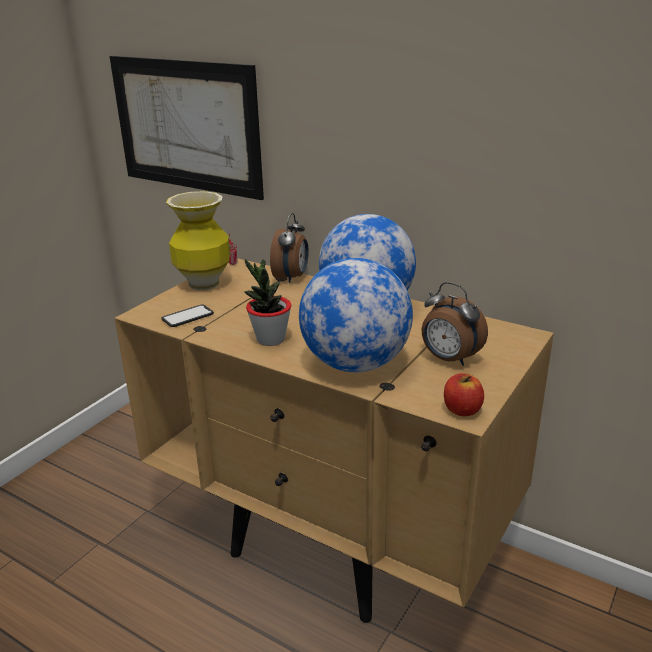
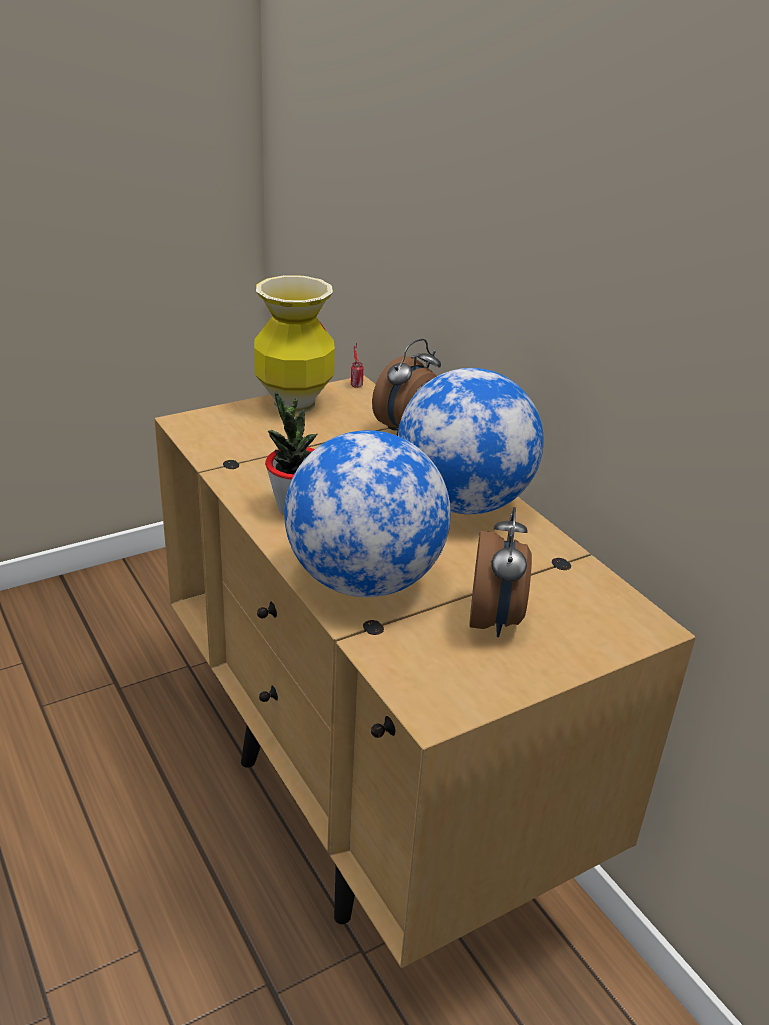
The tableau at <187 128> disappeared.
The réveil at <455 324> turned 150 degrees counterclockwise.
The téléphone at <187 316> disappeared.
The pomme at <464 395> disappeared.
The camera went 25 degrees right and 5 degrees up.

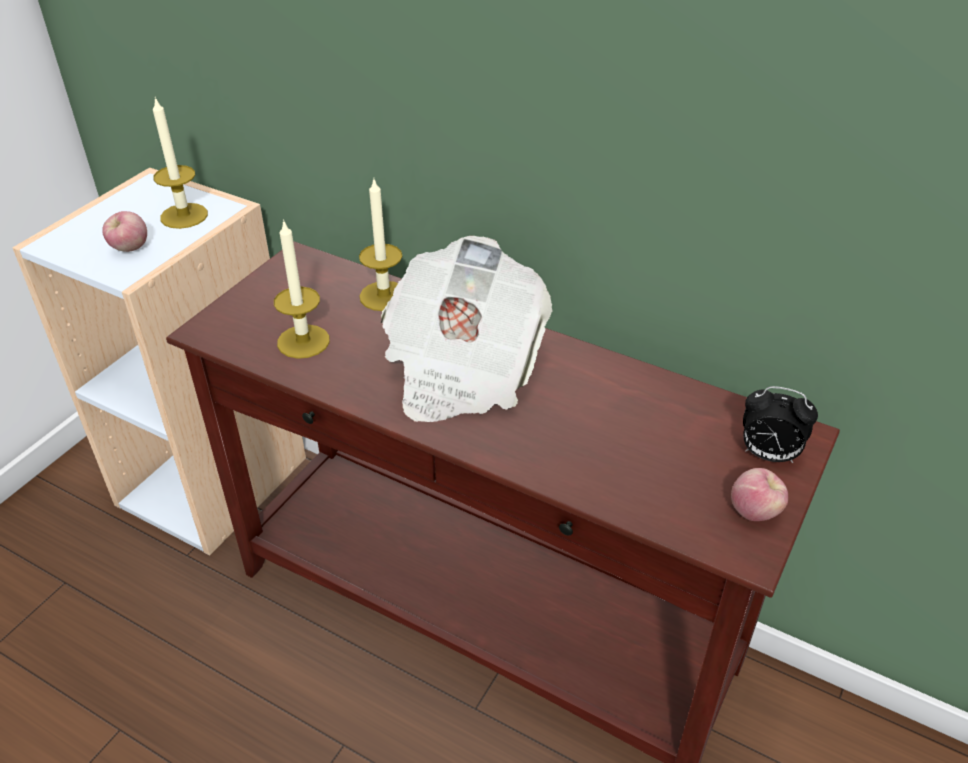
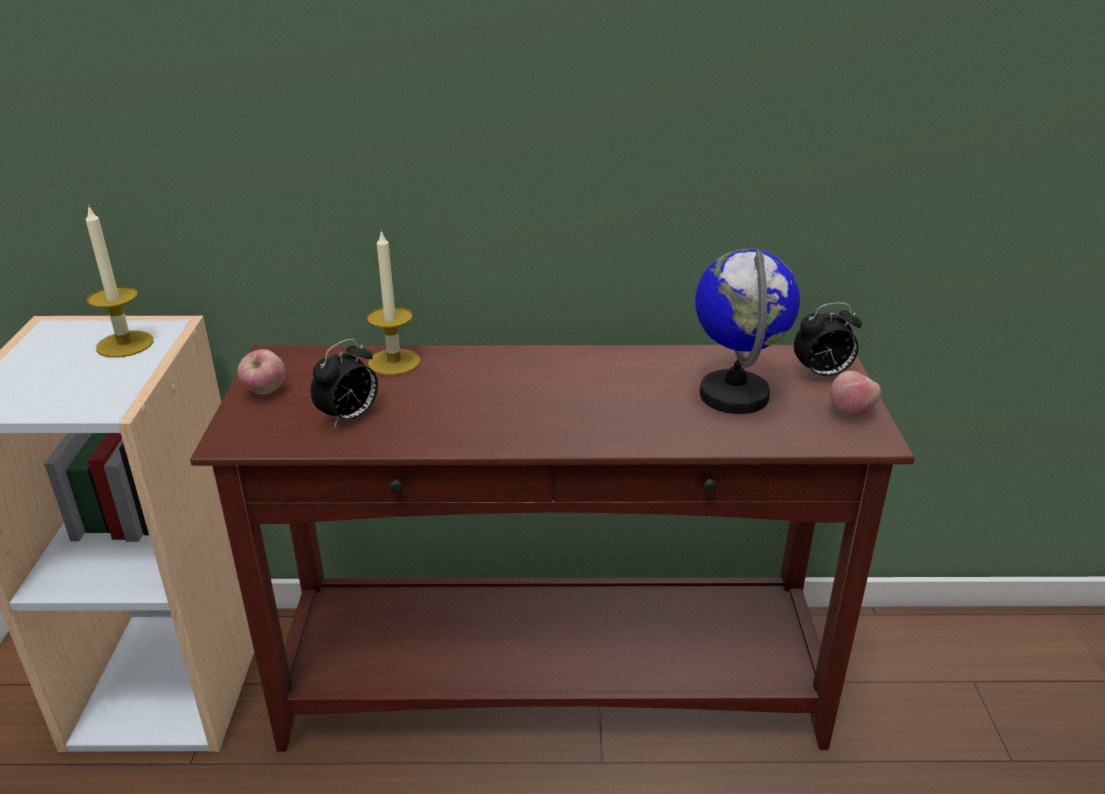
The pomme moved from <124 231> to <261 371>.
The bougie at <302 289> was replaced by the réveil at <344 383>.
The journal at <467 329> disappeared.
The globe at <747 331> appeared.
The camera went 30 degrees left and 10 degrees down.

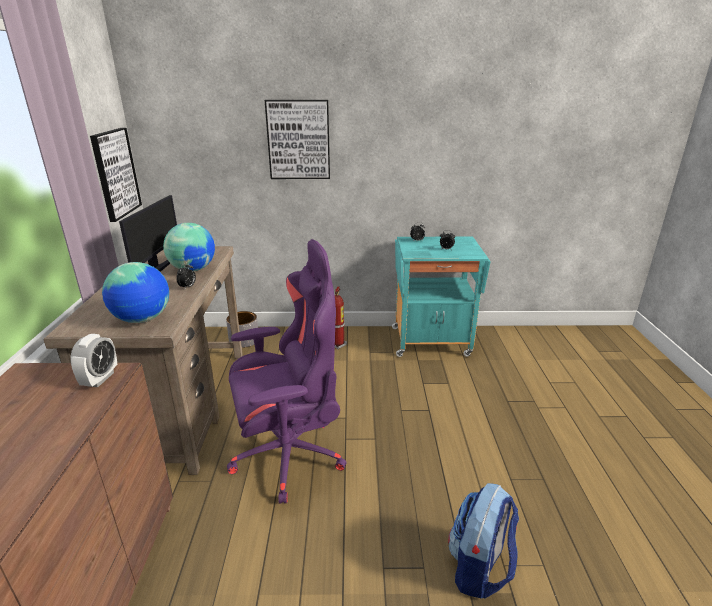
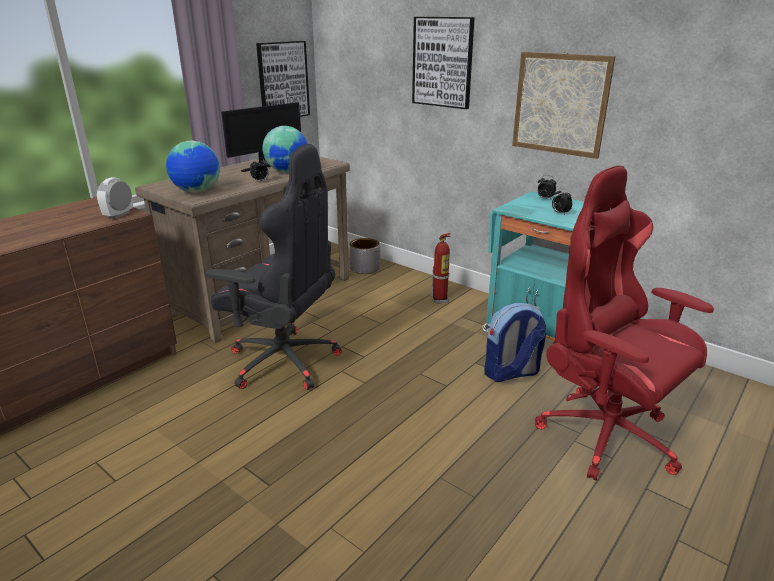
The chaise de bureau/violet at <286 371> became the chaise de bureau/noir at <274 267>.
The réveil at <93 360> turned 150 degrees clockwise.
The sac à dos moved from <483 541> to <515 342>.
The tableau at <563 105> appeared.
The chaise de bureau/rouge at <624 323> appeared.
The camera went 40 degrees right and 0 degrees up.

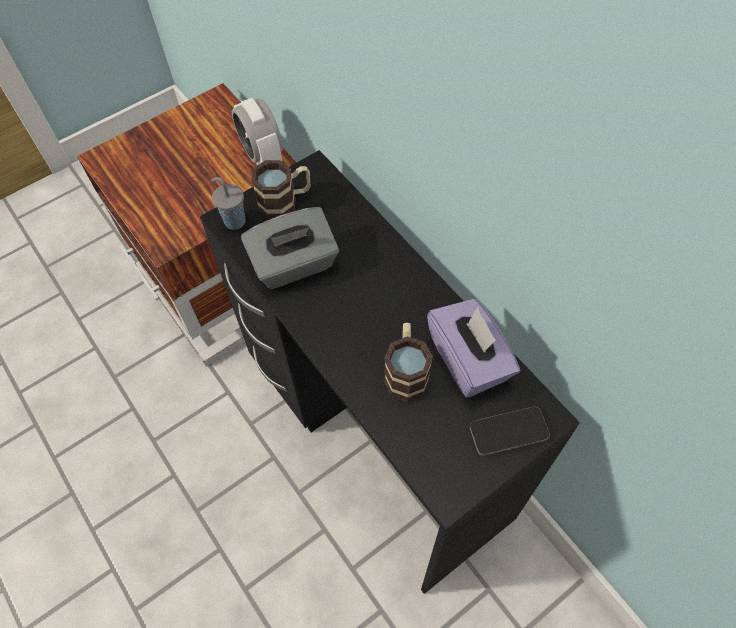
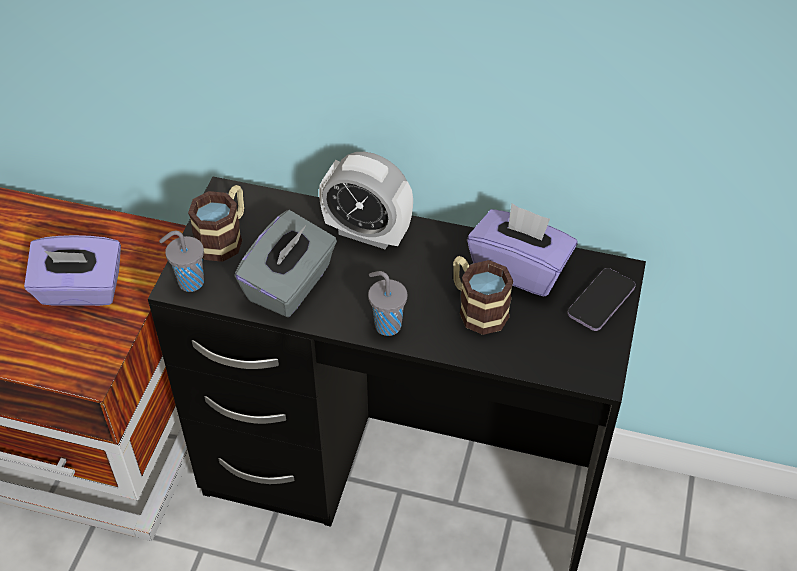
The réveil moved from <257 132> to <366 201>.
The boîte à mouchoirs/violet at <72 270> appeared.
The tasse/gris at <387 303> appeared.
The camera went 40 degrees left and 10 degrees down.

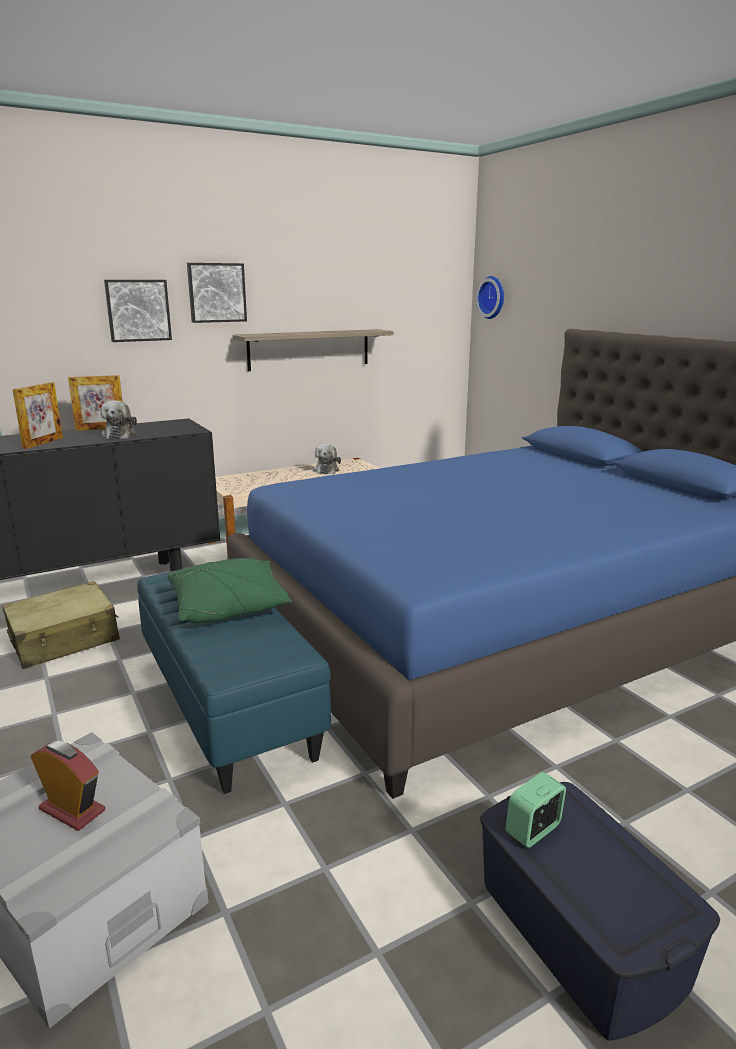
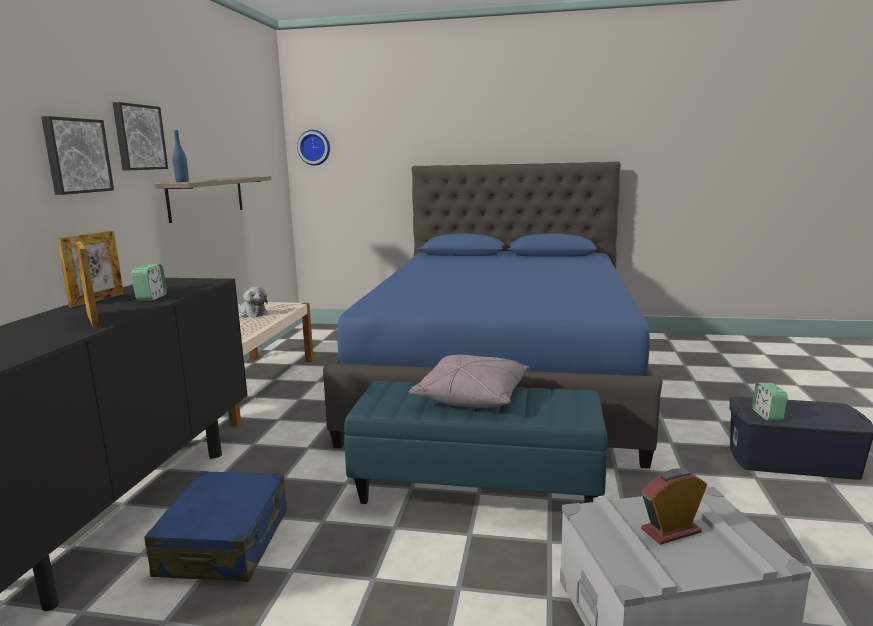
The peluche at <119 419> was replaced by the réveil at <149 282>.
The coussin/vert at <229 590> became the coussin/violet at <469 380>.
The valise/beige at <61 625> became the valise/bleu at <215 526>.
The bouteille/bleu at <181 156> appeared.
The camera went 50 degrees left and 5 degrees down.

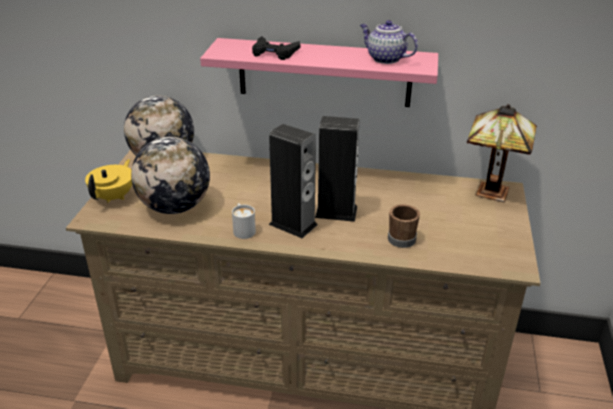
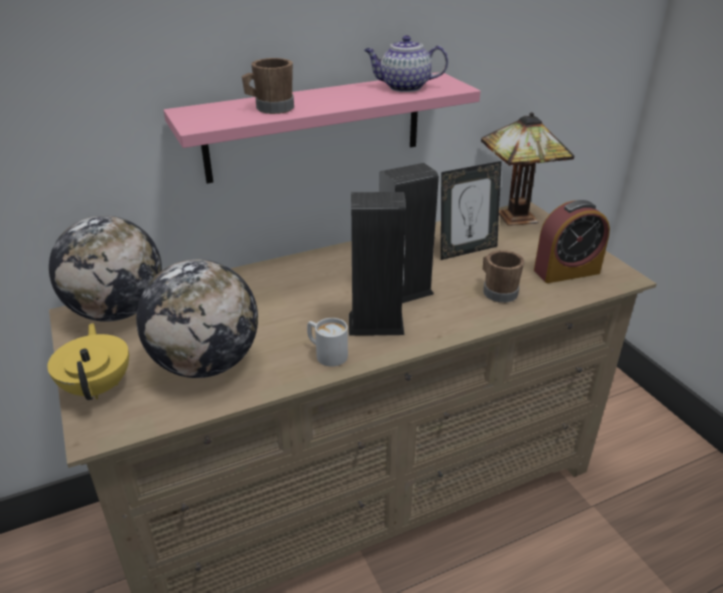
The manette/noir at <276 48> was replaced by the mug/marron at <268 86>.
The cadre photo at <471 210> appeared.
The réveil at <572 241> appeared.
The camera went 35 degrees left and 0 degrees up.

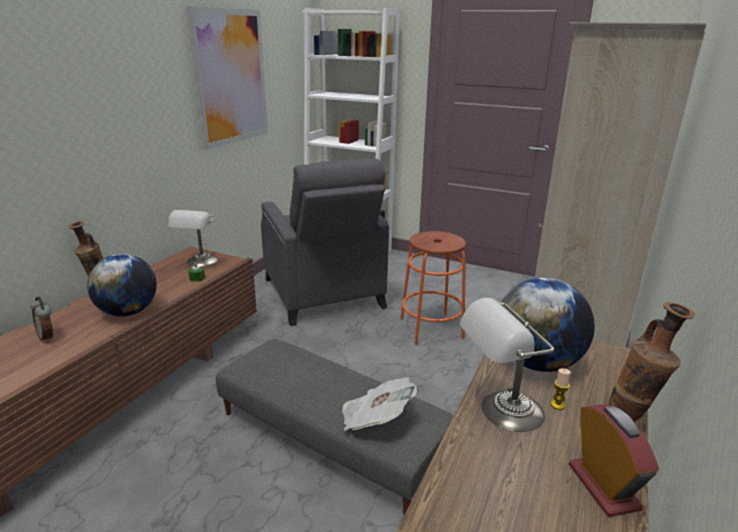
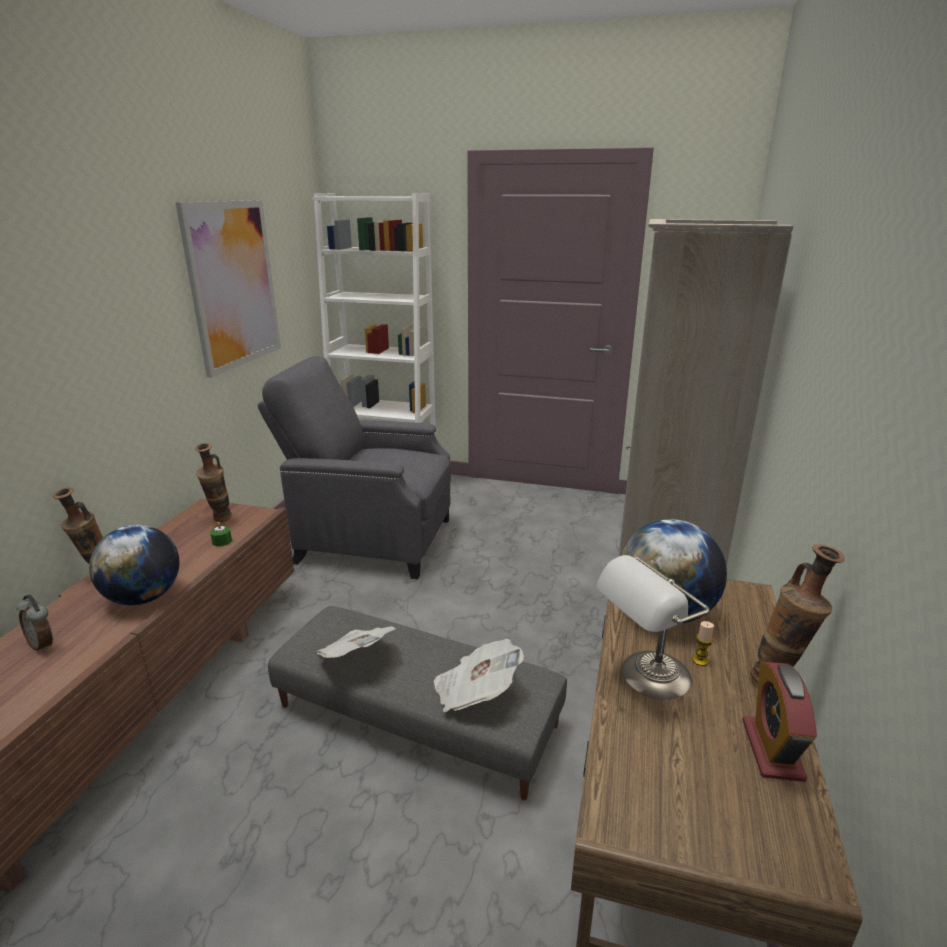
The fauteuil/gris at <325 242> turned 135 degrees clockwise.
The lampe de table/blanc at <192 238> was replaced by the vase at <213 482>.
The tabouret/orange at <433 288> disappeared.
The réveil at <614 460> turned 150 degrees counterclockwise.
The journal at <356 642> appeared.
The camera went 10 degrees left and 0 degrees up.

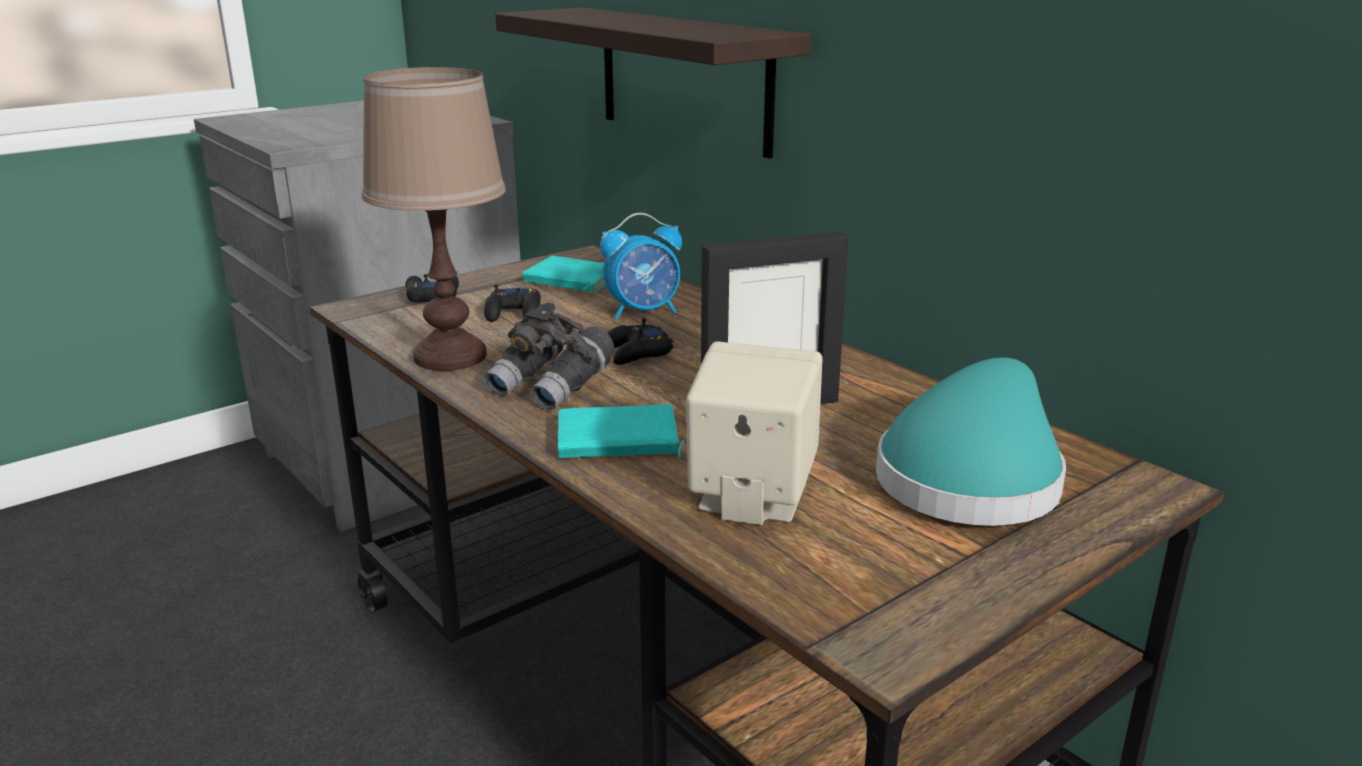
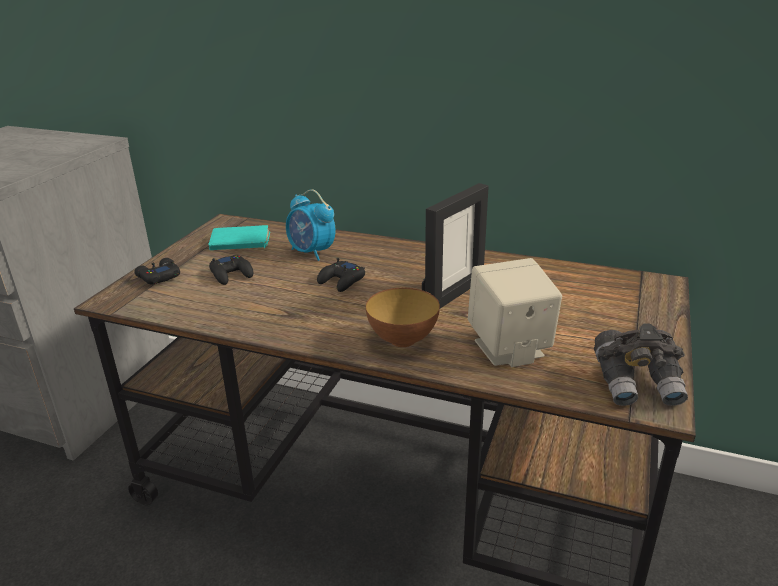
The étagère at <653 83> disappeared.
The lampe de table/marron at <434 219> disappeared.
The réveil at <641 266> turned 90 degrees clockwise.
The jumelles/gris moved from <549 356> to <641 364>.
The chapeau/turquoise at <971 442> disappeared.
The livre/turquoise at <621 431> was replaced by the bol at <403 317>.
The camera went 30 degrees left and 5 degrees up.

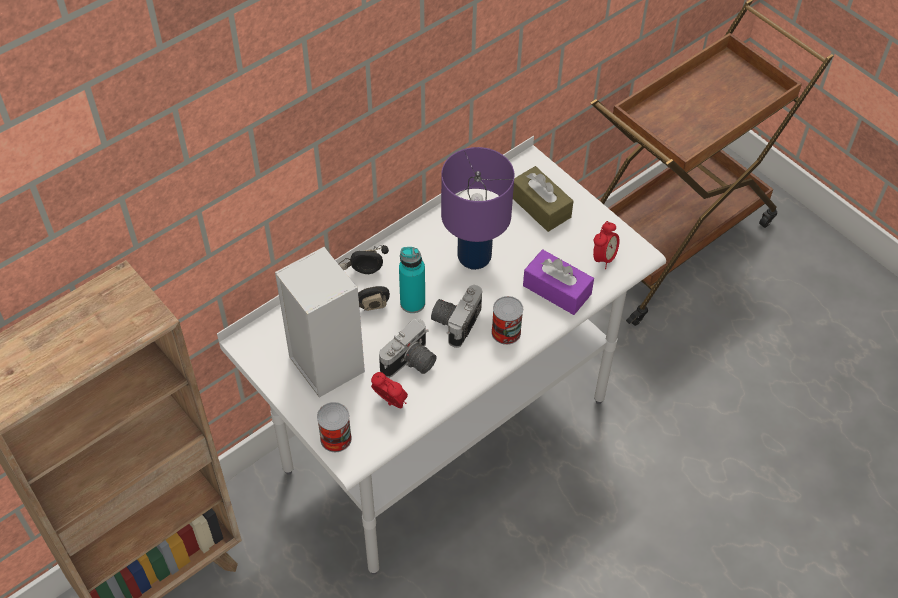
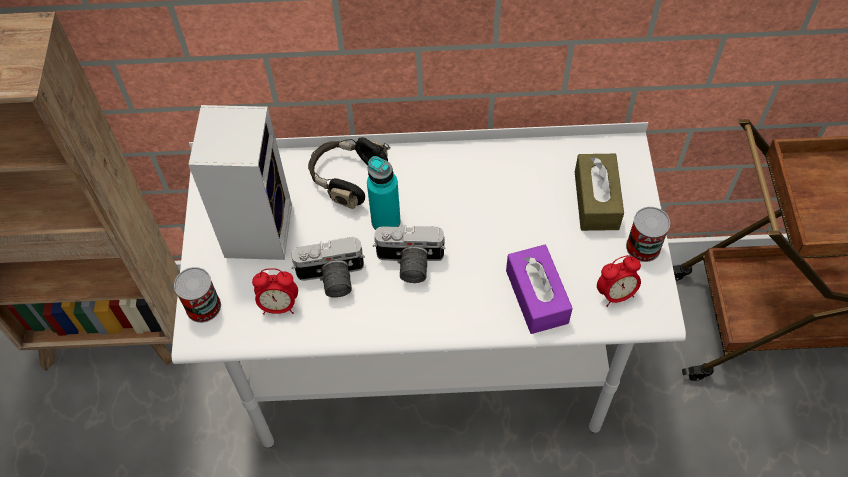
The lampe de table/violet at <477 208> disappeared.
The appareil photo at <456 316> turned 150 degrees counterclockwise.
The boîte métallique moved from <507 320> to <648 234>.
The réveil at <389 390> turned 105 degrees clockwise.
The camera went 40 degrees right and 5 degrees up.

